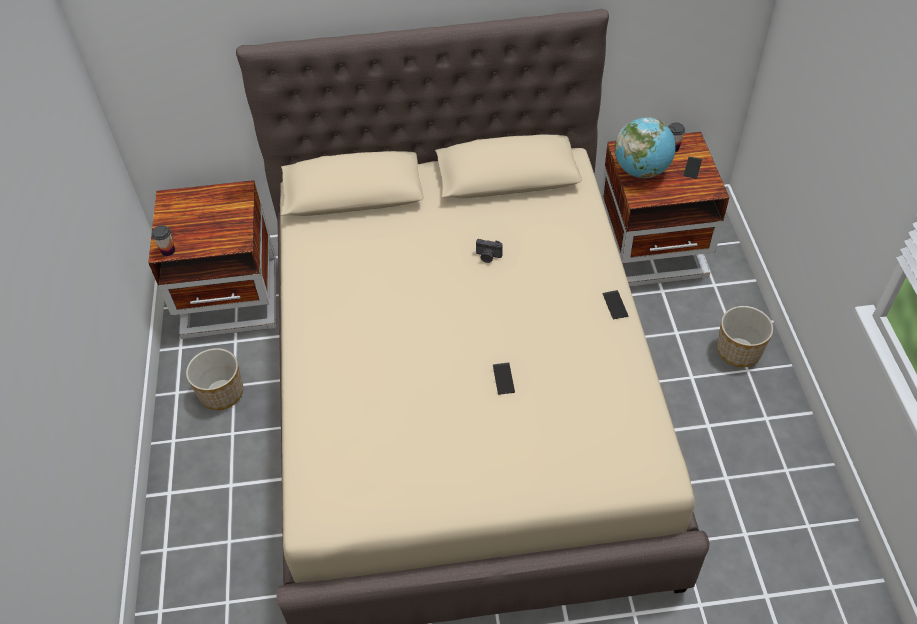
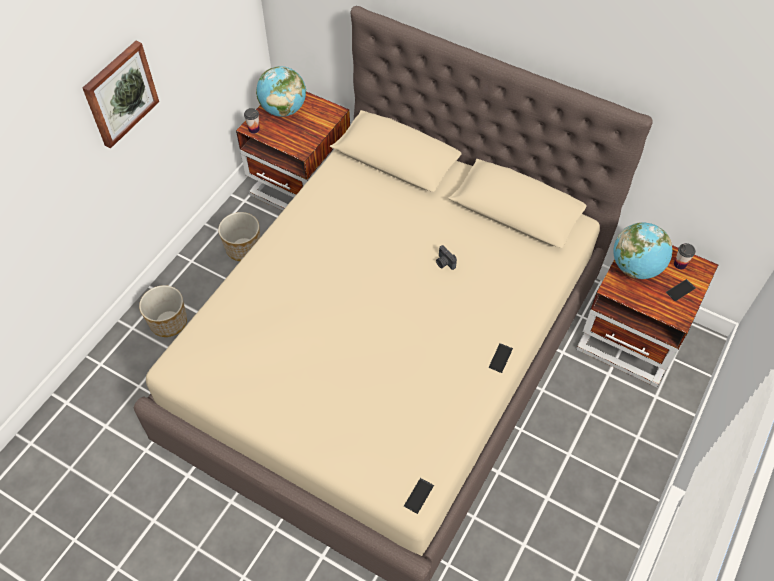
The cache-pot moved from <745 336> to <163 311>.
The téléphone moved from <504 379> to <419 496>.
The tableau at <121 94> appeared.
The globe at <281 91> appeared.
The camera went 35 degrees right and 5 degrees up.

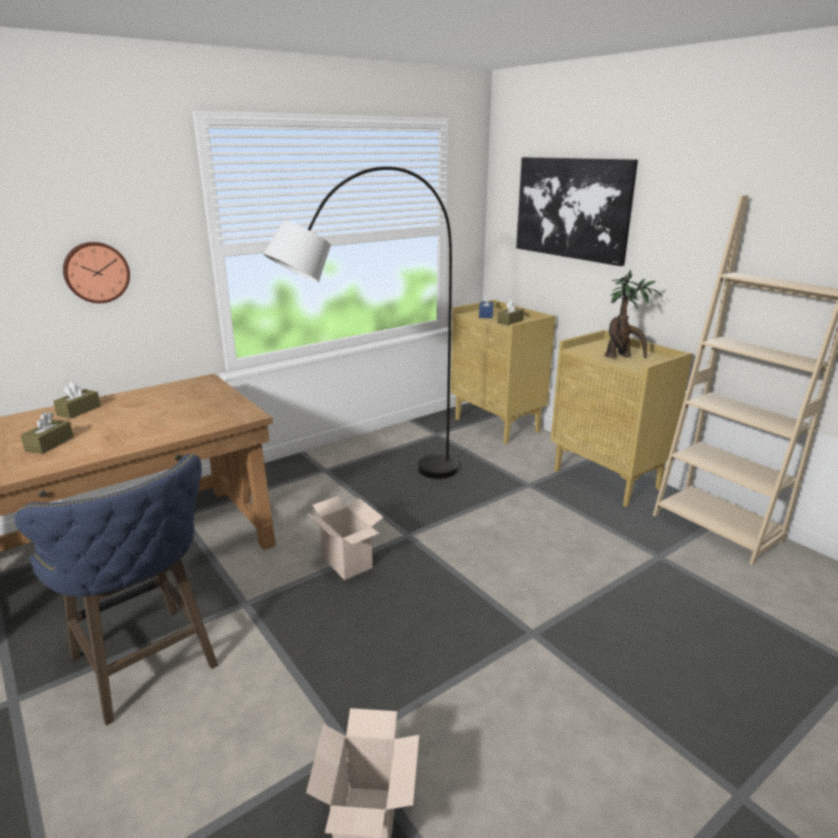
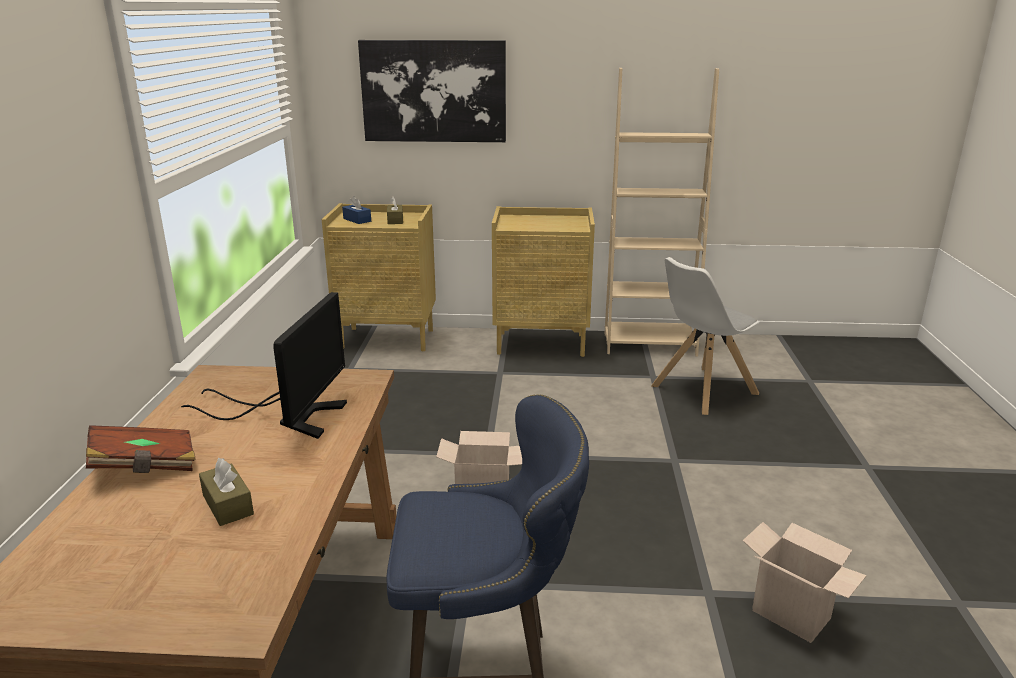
The lampadaire/gris at <360 322> disappeared.
The horloge murale at <96 272> disappeared.
The plante en pot at <634 313> disappeared.
The boîte à mouchoirs/marron at <77 400> was replaced by the livre/marron at <141 449>.
The chaise at <705 336> appeared.
The écran d'ordinateur at <264 365> appeared.
The camera went 50 degrees left and 0 degrees up.

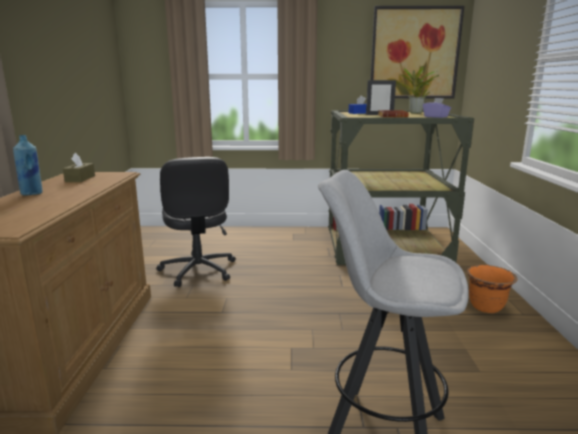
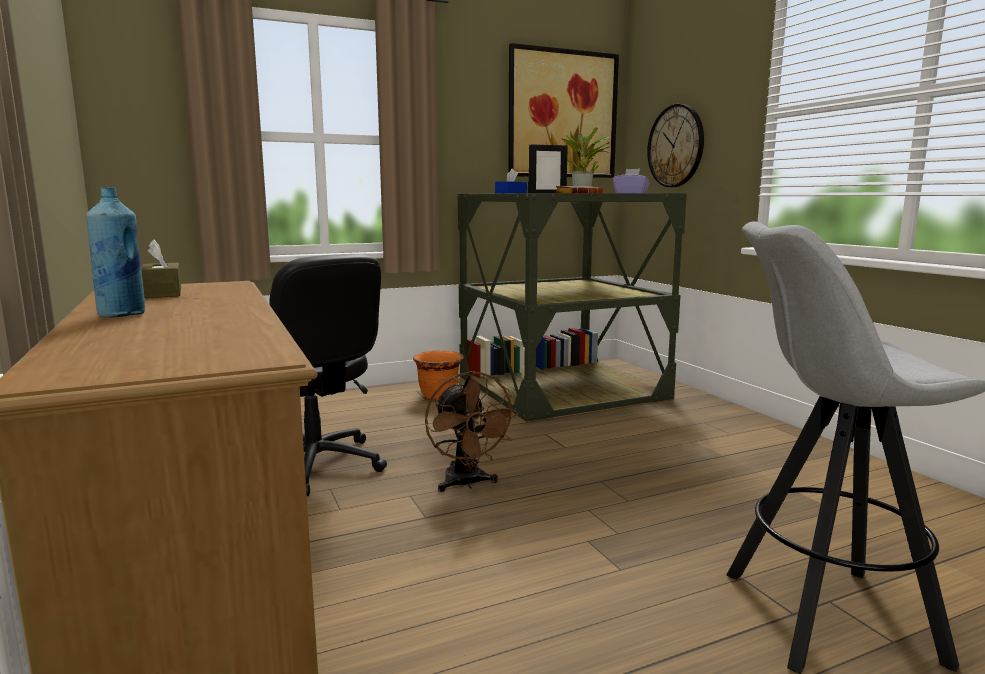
The cache-pot/orange moved from <492 289> to <438 375>.
The horloge murale at <675 145> appeared.
The ventilateur/marron at <471 431> appeared.
The camera went 25 degrees left and 5 degrees down.

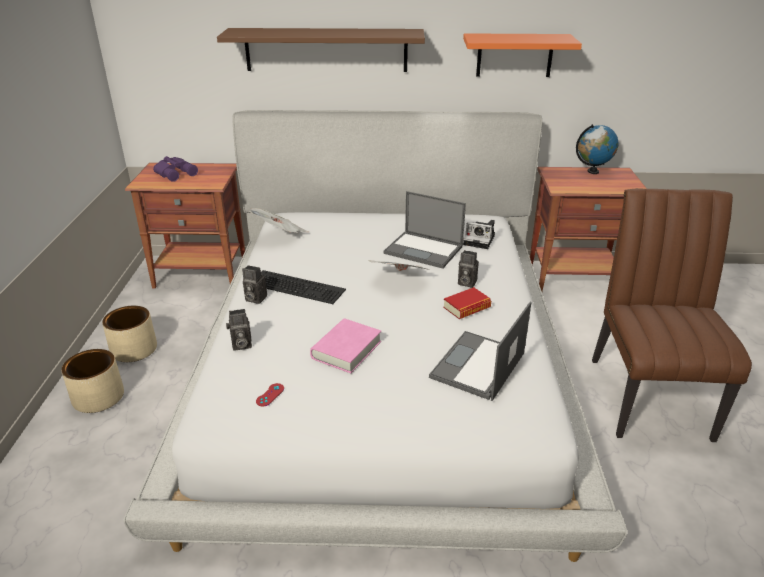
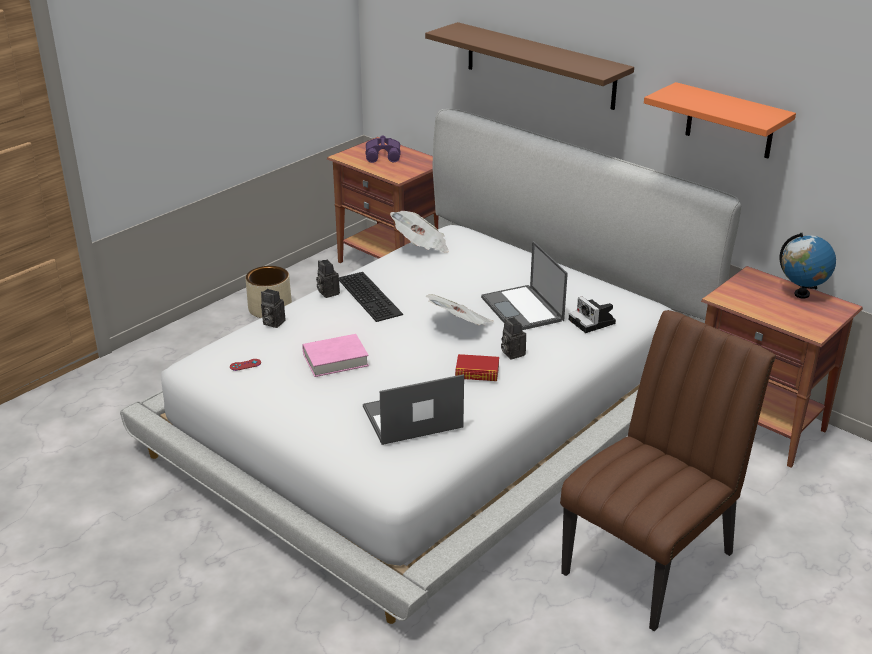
The cache-pot/beige at <92 381> disappeared.
The camera went 40 degrees right and 0 degrees up.

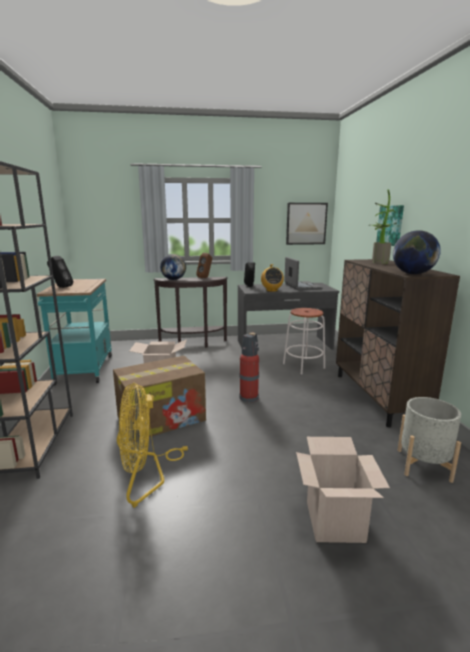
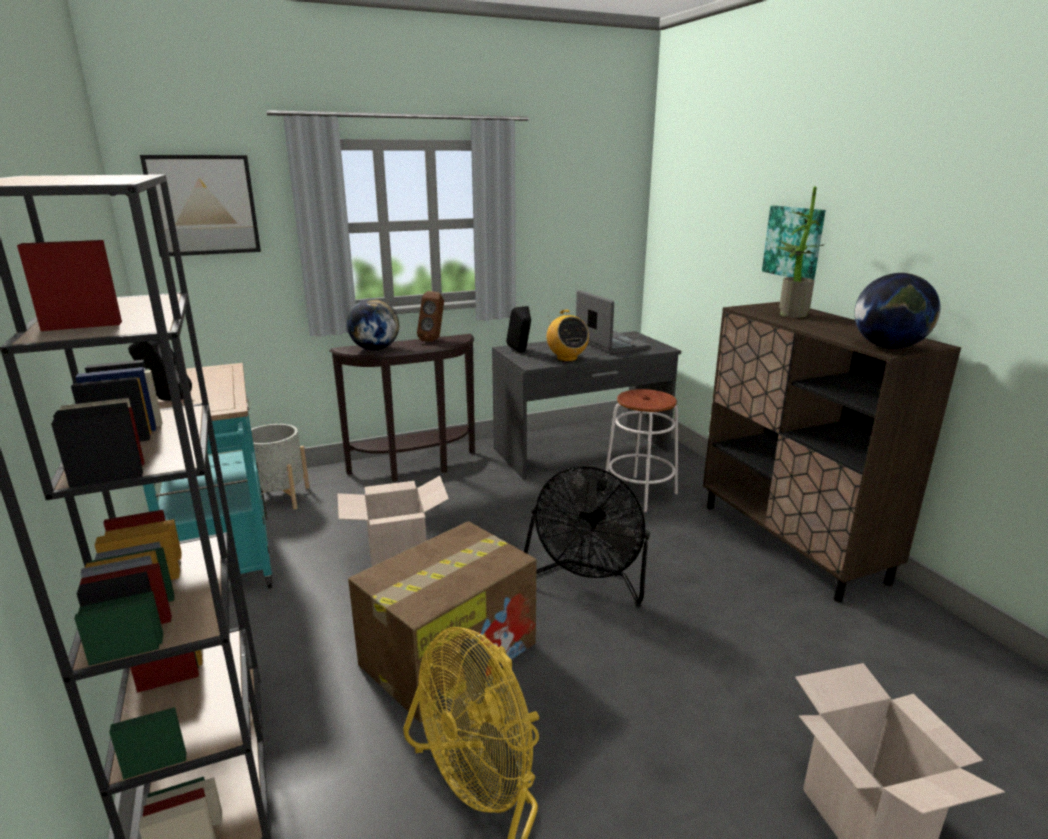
The tableau moved from <307 224> to <200 206>.
The extincteur at <249 368> was replaced by the ventilateur/noir at <587 536>.
The cache-pot/gris moved from <429 440> to <280 467>.
The camera went 15 degrees left and 5 degrees up.

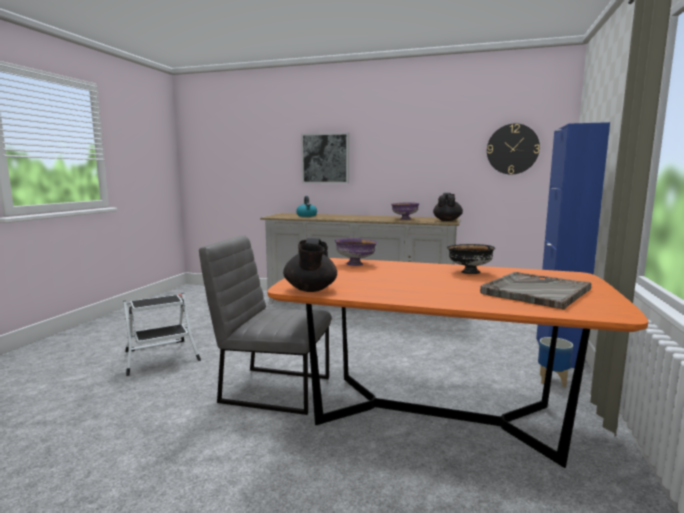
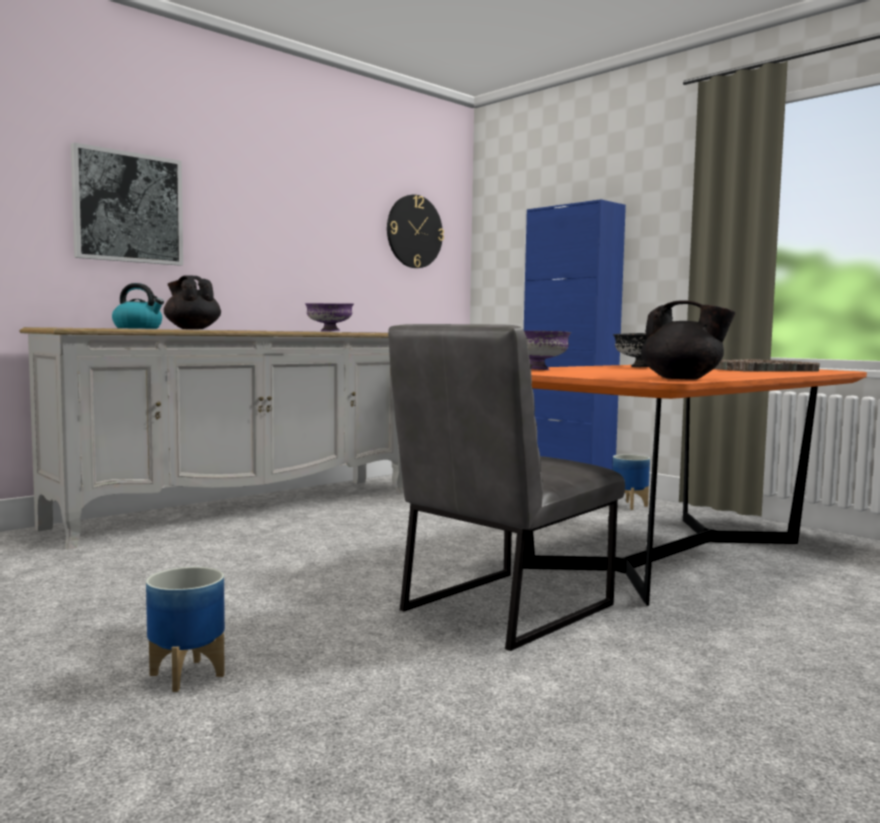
The théière/noir moved from <448 207> to <192 302>.
The escabeau at <162 334> was replaced by the cache-pot at <185 629>.
The camera went 60 degrees left and 5 degrees down.

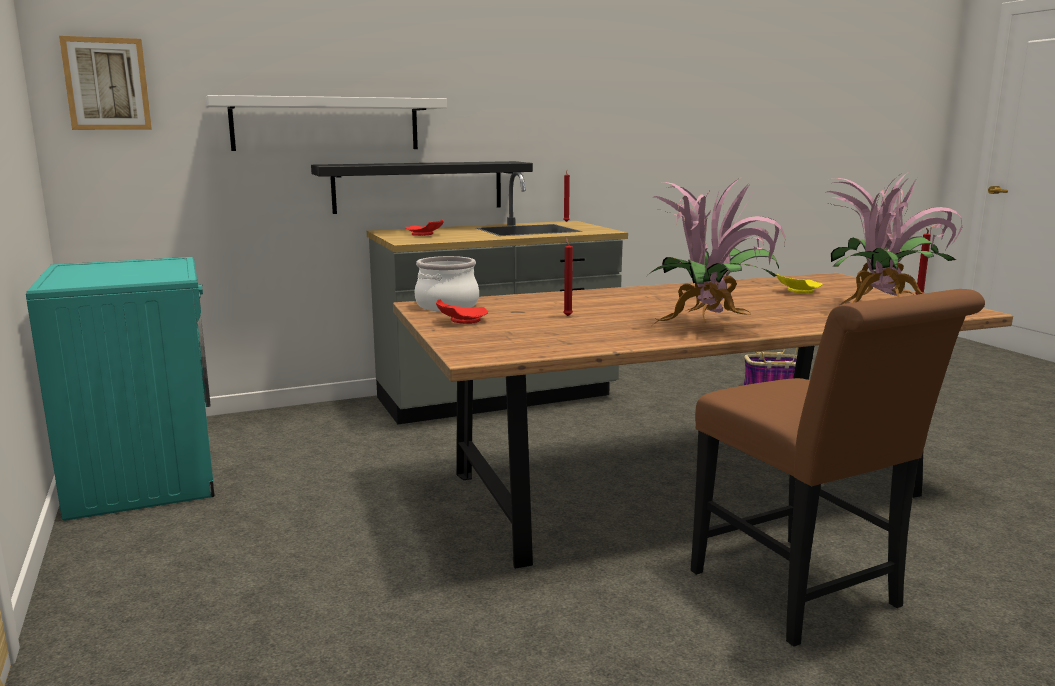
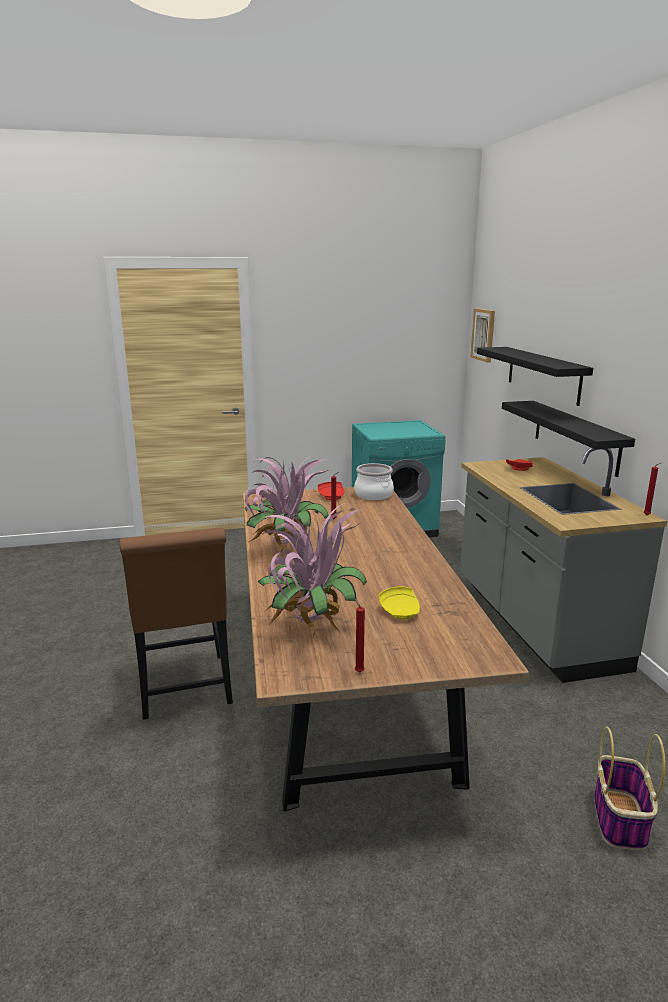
The étagère/blanc at <326 123> became the étagère/noir at <535 376>.
The chaise/marron at <837 468> turned 90 degrees counterclockwise.
The camera went 100 degrees right and 5 degrees up.

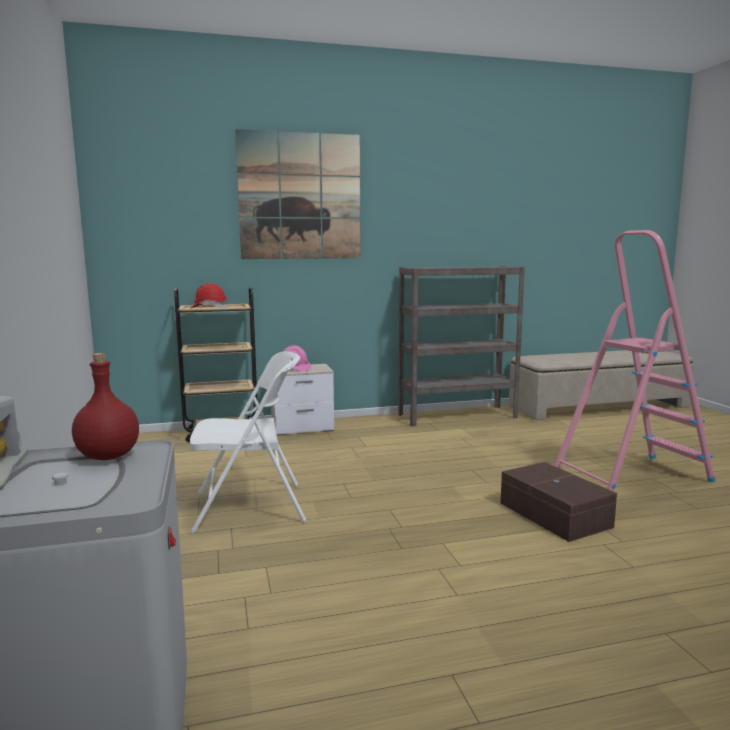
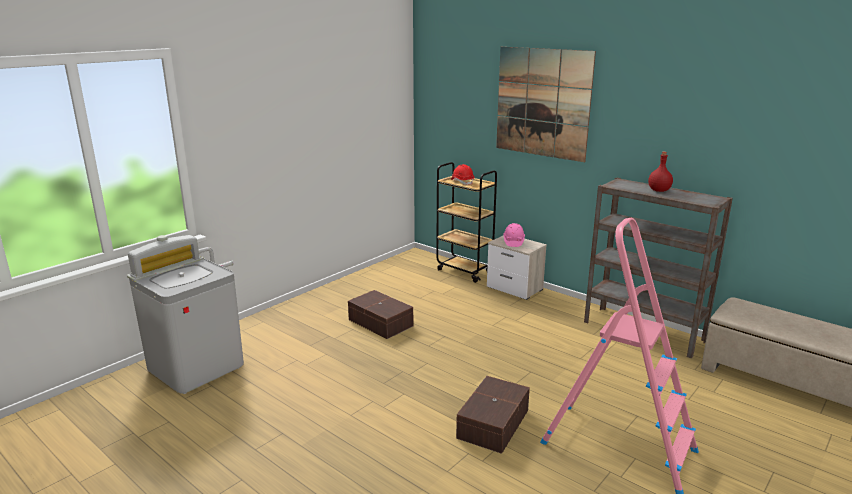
The chaise/blanc at <248 442> was replaced by the boîte de rangement/marron at <380 314>.
The bouteille/rouge moved from <105 406> to <660 172>.
The camera went 55 degrees right and 10 degrees up.

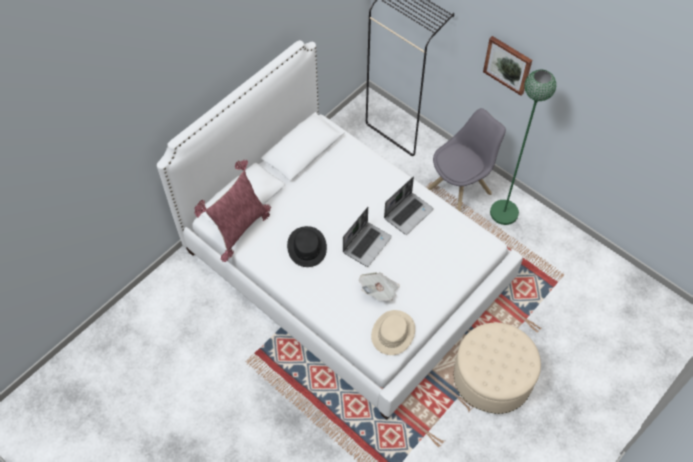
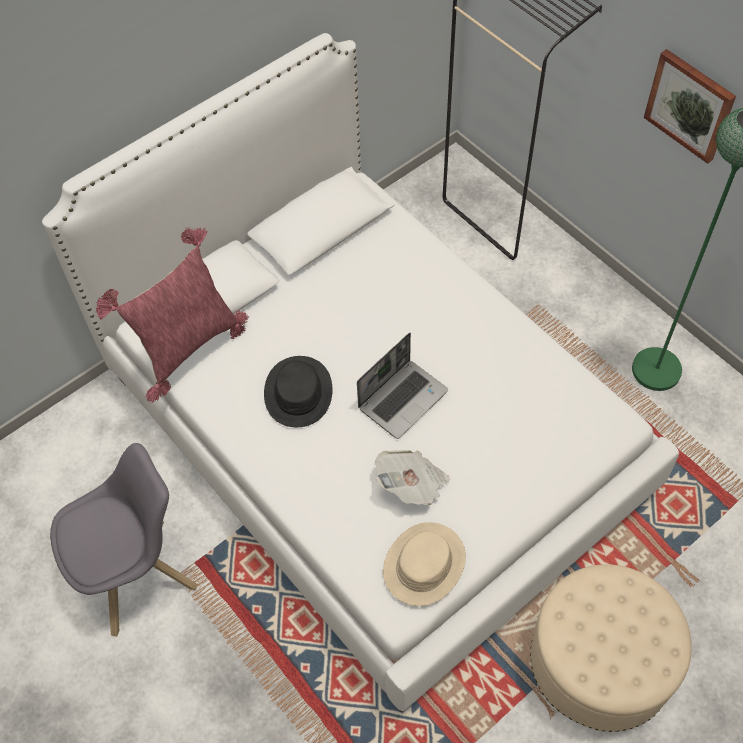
The chaise/gris moved from <466 160> to <124 540>.
The ordinateur portable at <409 205> disappeared.
The camera went 10 degrees right and 0 degrees up.

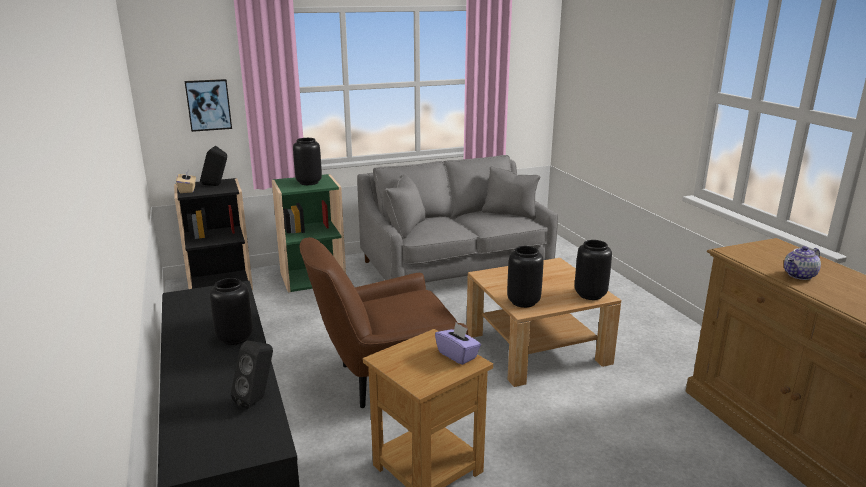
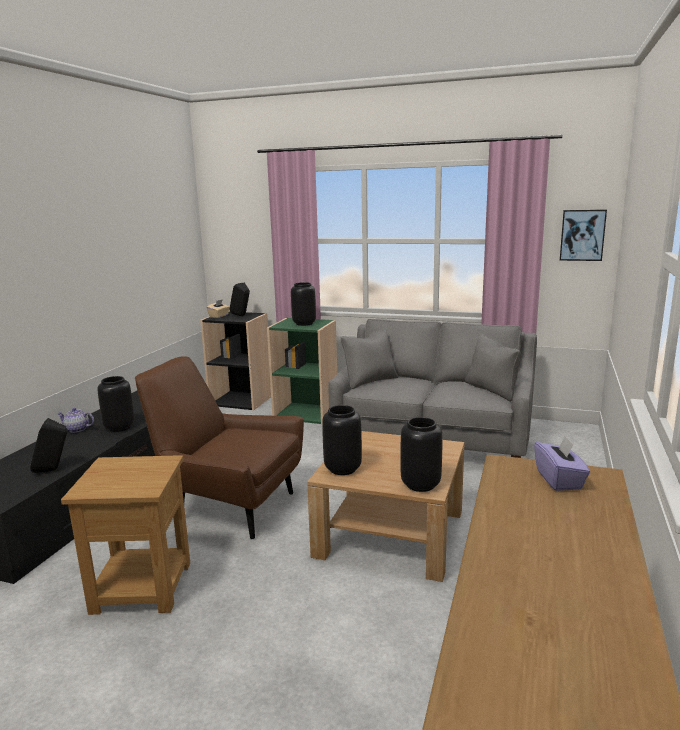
The tableau moved from <208 105> to <583 235>.
The théière moved from <802 263> to <75 420>.
The boîte à mouchoirs/violet moved from <458 344> to <562 463>.
The camera went 40 degrees right and 5 degrees down.

